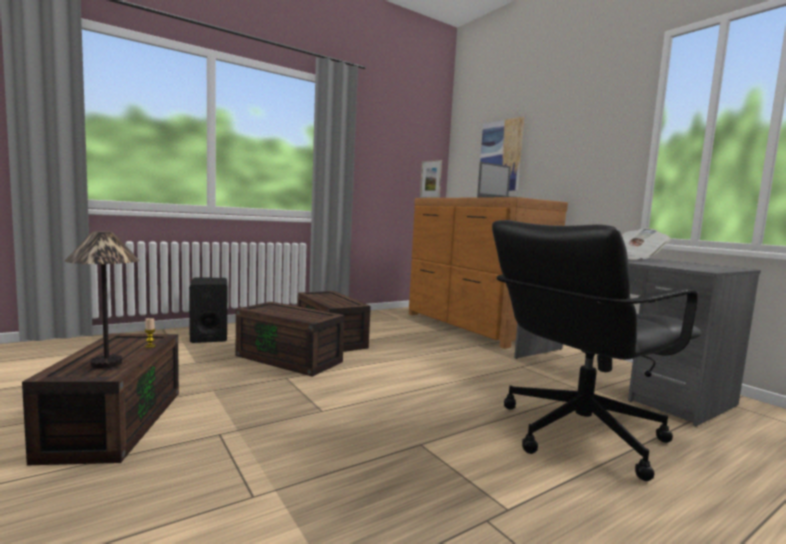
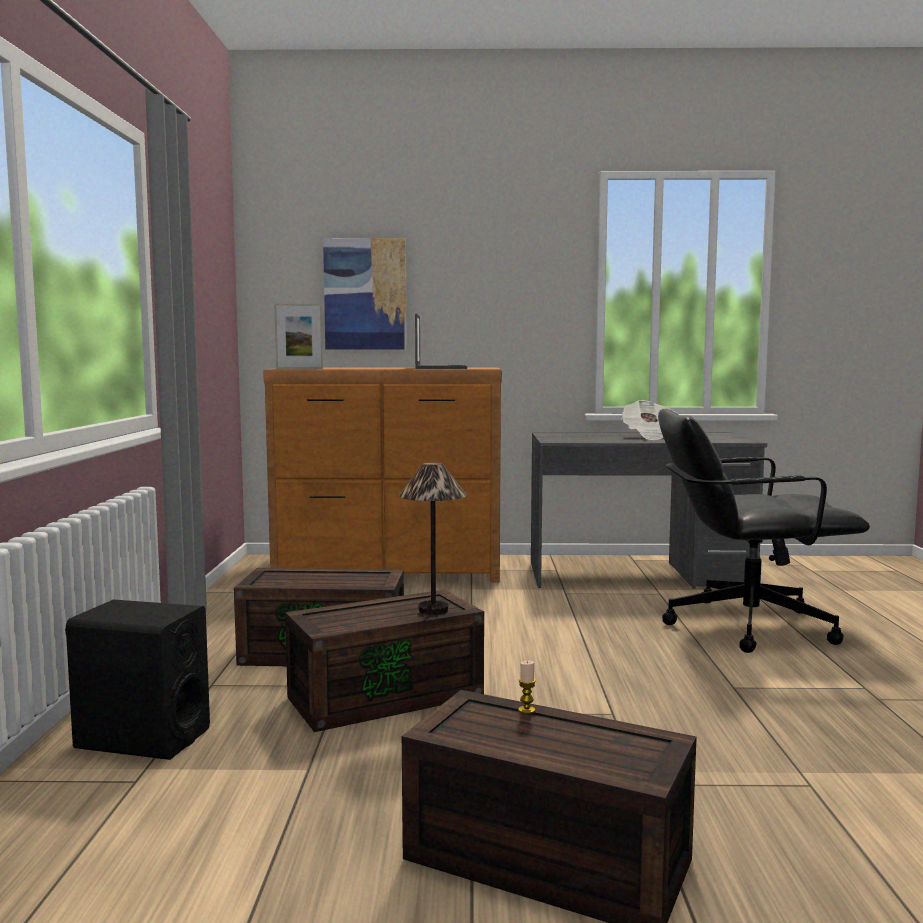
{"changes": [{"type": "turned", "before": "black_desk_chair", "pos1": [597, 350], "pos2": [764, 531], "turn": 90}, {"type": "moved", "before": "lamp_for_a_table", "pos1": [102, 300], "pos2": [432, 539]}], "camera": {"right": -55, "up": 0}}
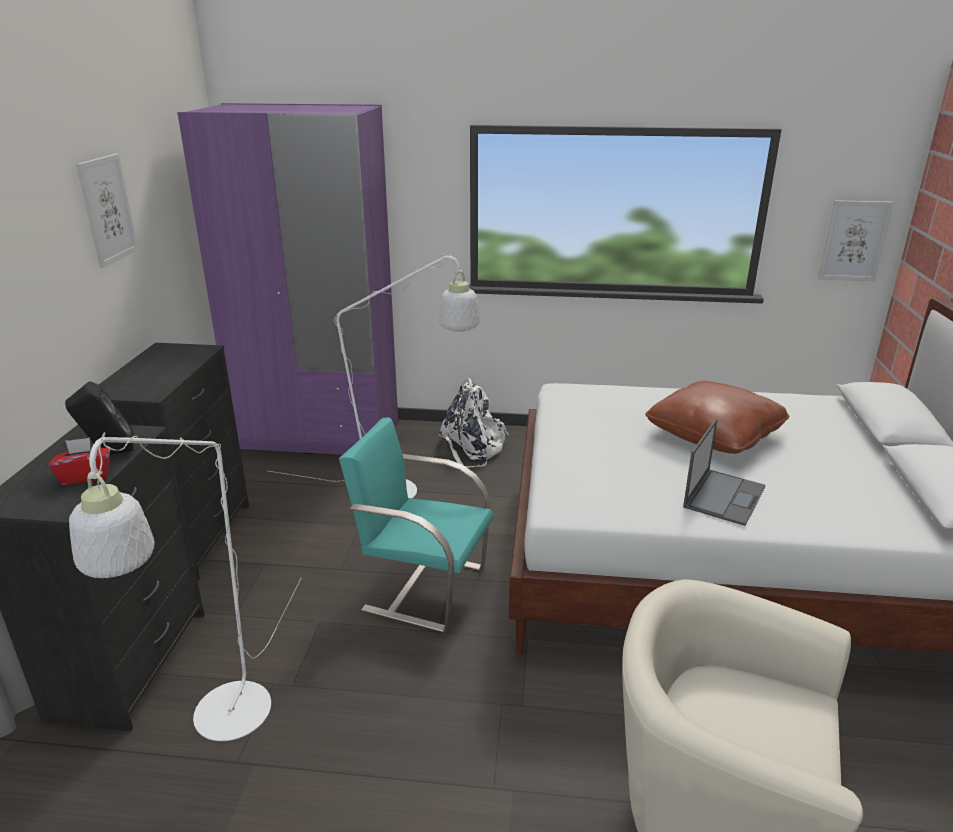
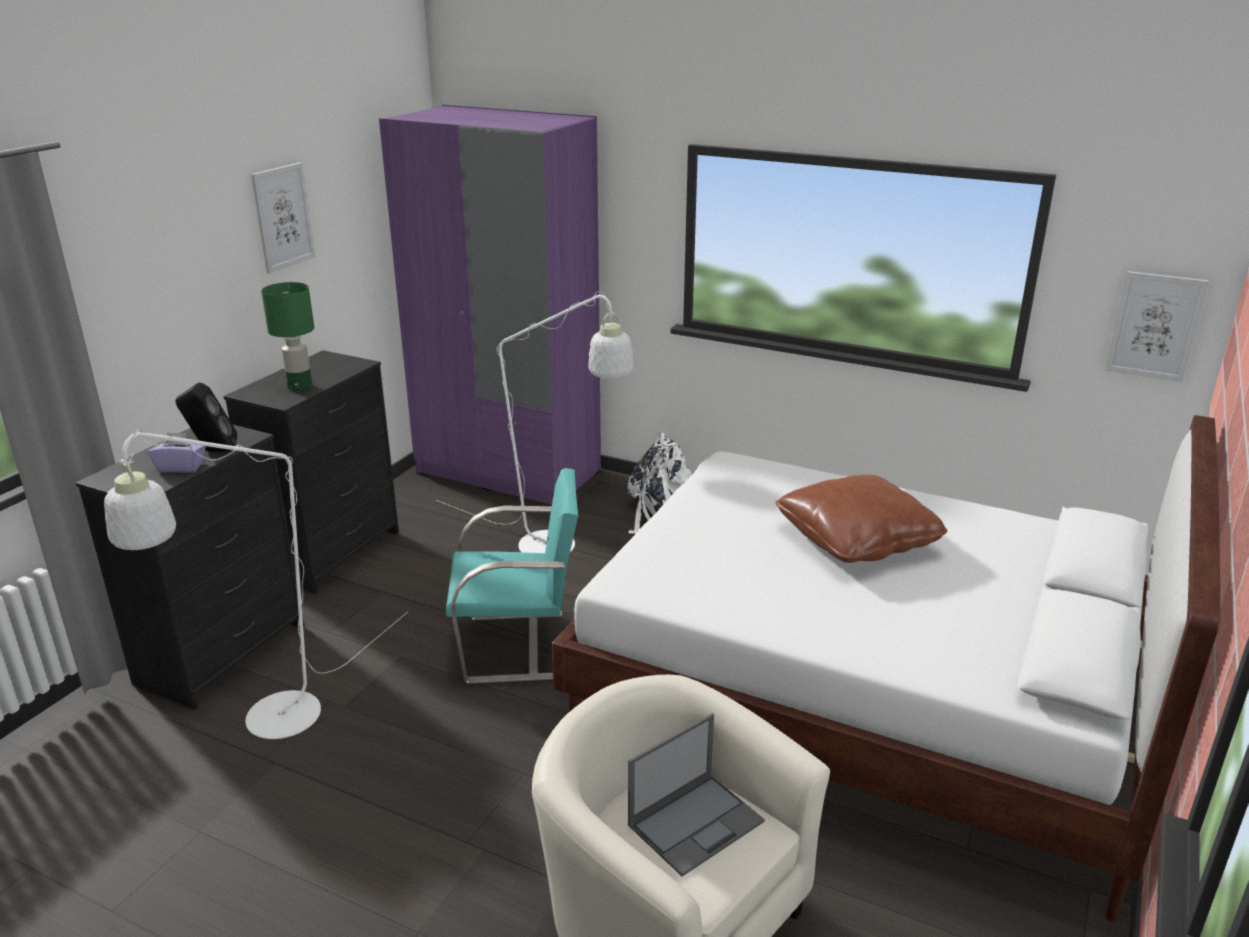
{"changes": [{"type": "turned", "before": "turquoise_chair", "pos1": [416, 525], "pos2": [512, 576], "turn": 135}, {"type": "moved", "before": "portable_computer", "pos1": [724, 472], "pos2": [696, 795]}, {"type": "recoloured", "before": "red_tissue_box", "after": "purplish_tissue_box", "pos1": [80, 461], "pos2": [177, 452]}, {"type": "added", "after": "green_lamp_for_a_table", "pos2": [287, 336]}], "camera": {"right": 20, "up": 0}}
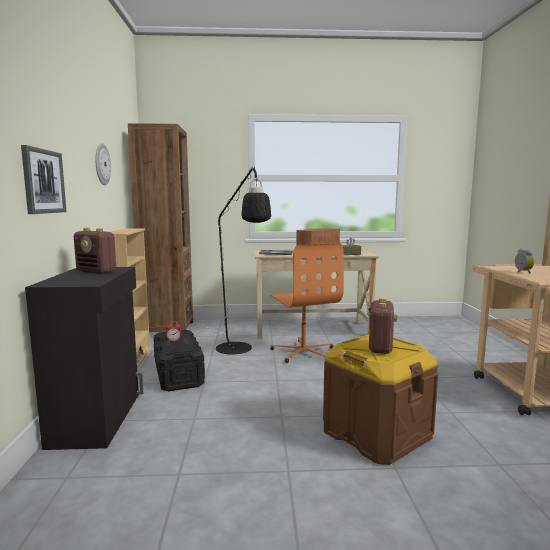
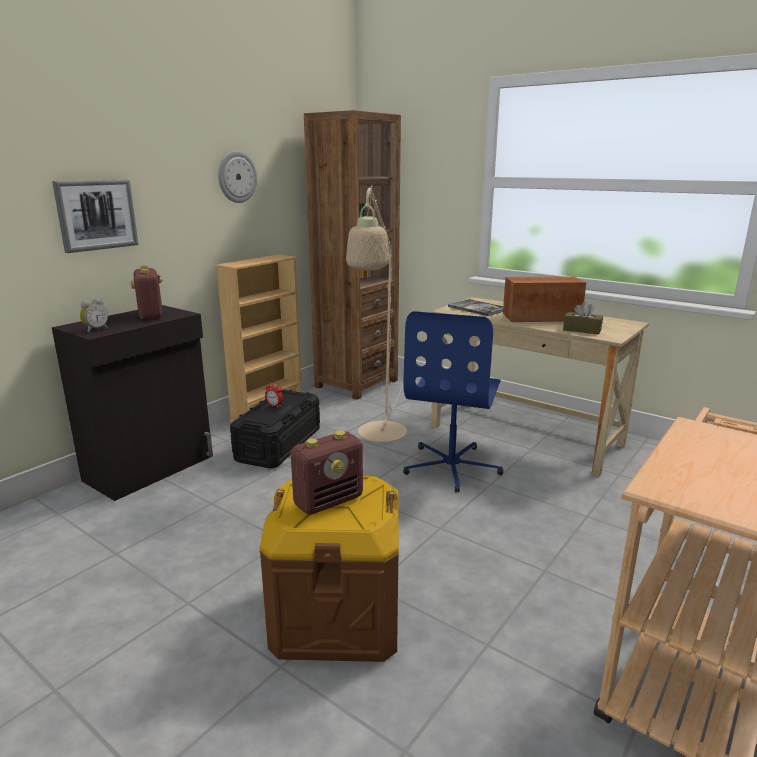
{"changes": [{"type": "recoloured", "before": "black_floor_lamp", "after": "beige-coloured_floor_lamp", "pos1": [236, 260], "pos2": [376, 313]}, {"type": "recoloured", "before": "orange-coloured_desk_chair", "after": "blue-coloured_desk_chair", "pos1": [307, 303], "pos2": [453, 402]}, {"type": "moved", "before": "alarm_clock", "pos1": [524, 261], "pos2": [94, 315]}], "camera": {"right": 40, "up": 10}}
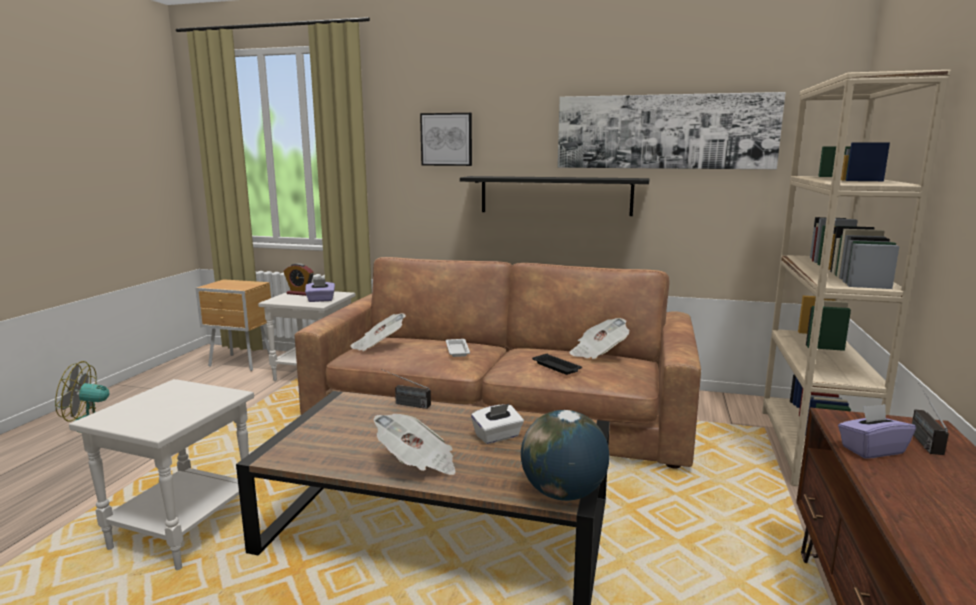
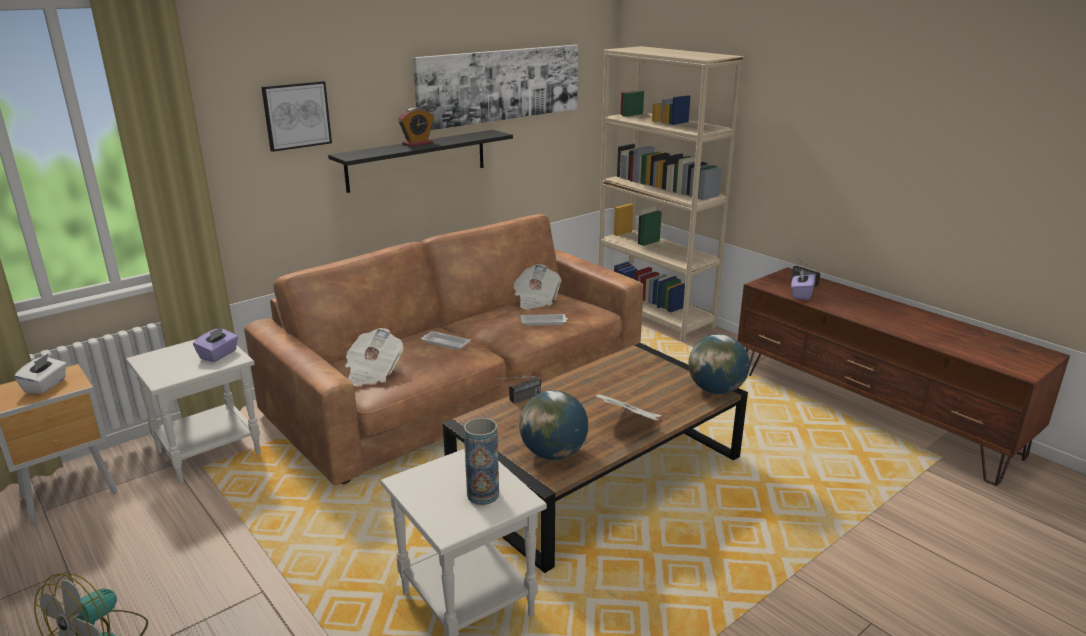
{"changes": [{"type": "moved", "before": "alarm_clock", "pos1": [299, 279], "pos2": [416, 127]}, {"type": "recoloured", "before": "black_tray", "after": "whitish_tray", "pos1": [557, 364], "pos2": [544, 320]}, {"type": "moved", "before": "whitish_tissue_box", "pos1": [497, 424], "pos2": [40, 374]}, {"type": "added", "after": "desk_globe", "pos2": [553, 425]}, {"type": "added", "after": "flower_vase", "pos2": [481, 461]}], "camera": {"right": -55, "up": 10}}
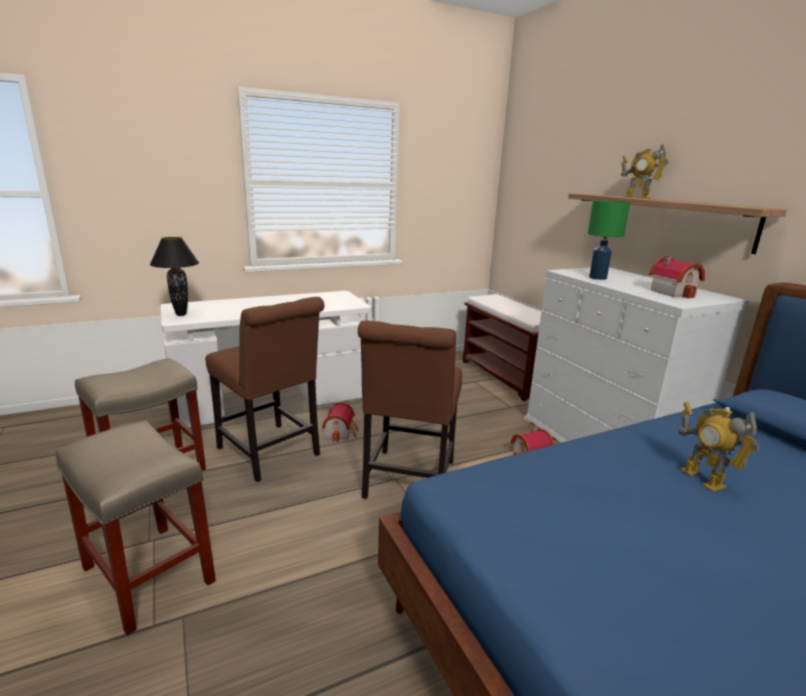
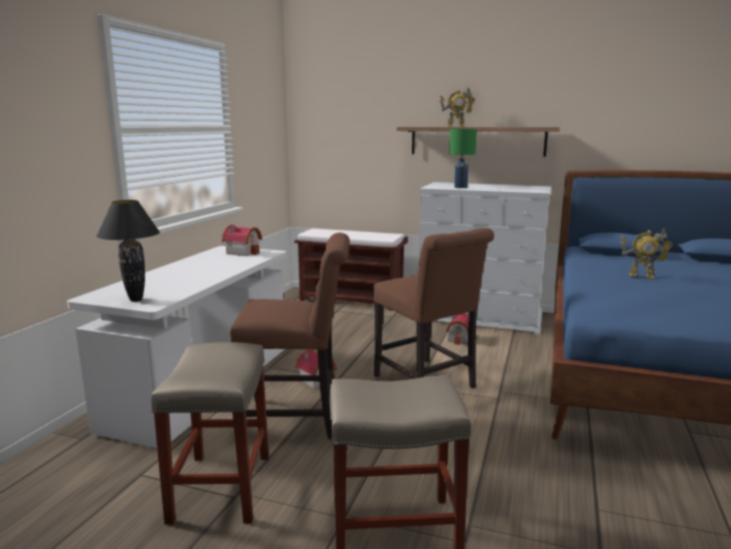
{"changes": [{"type": "moved", "before": "model_house", "pos1": [677, 277], "pos2": [242, 240]}], "camera": {"right": -45, "up": -5}}
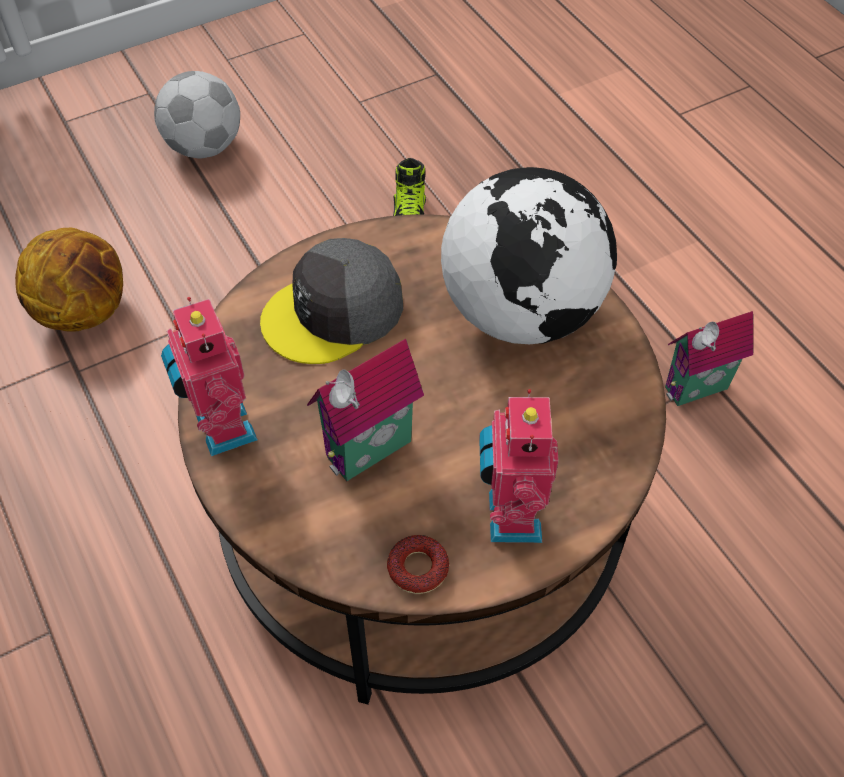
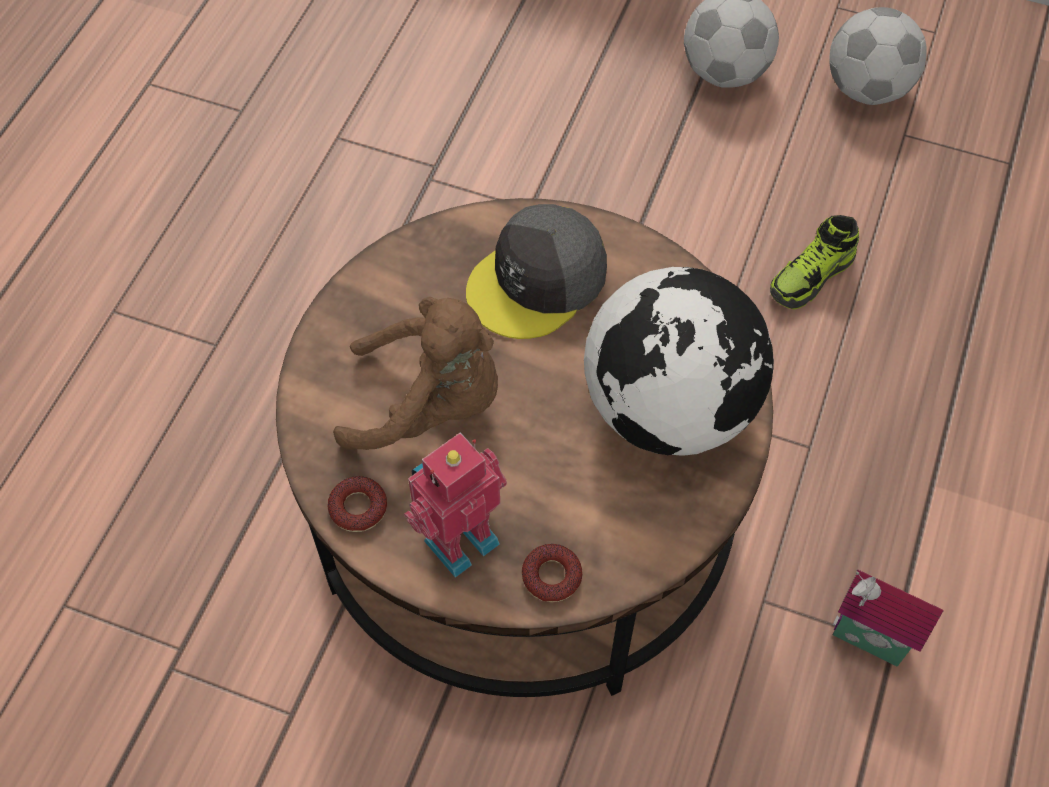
{"changes": [{"type": "removed", "before": "ball_for_basketball", "pos1": [69, 280]}, {"type": "turned", "before": "greyish_cap", "pos1": [331, 301], "pos2": [536, 271], "turn": -60}, {"type": "removed", "before": "robot_figure", "pos1": [209, 376]}, {"type": "replaced", "before": "model_house", "after": "brownish_cuddly_toy", "pos1": [365, 410], "pos2": [415, 373]}, {"type": "added", "after": "football_ball", "pos2": [878, 56]}, {"type": "added", "after": "doughnut", "pos2": [552, 573]}], "camera": {"right": 50, "up": 5}}
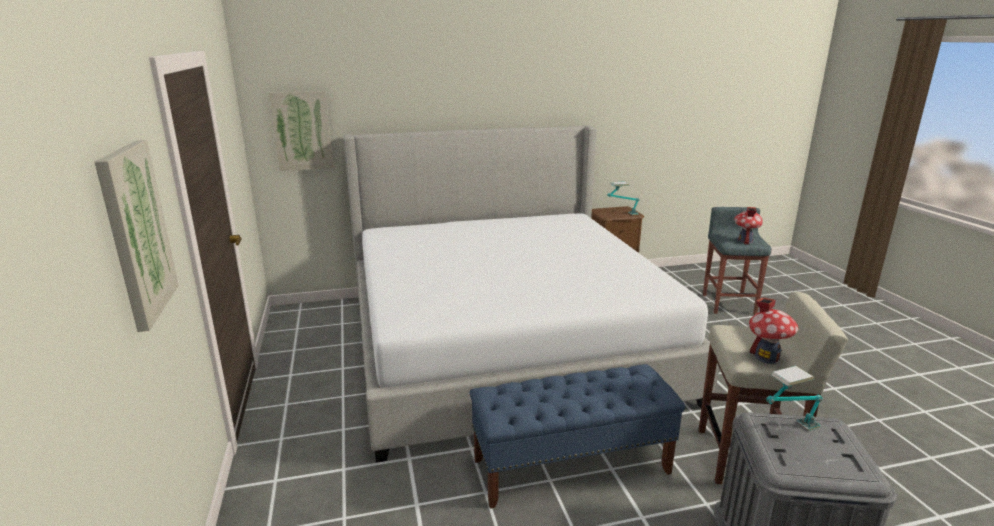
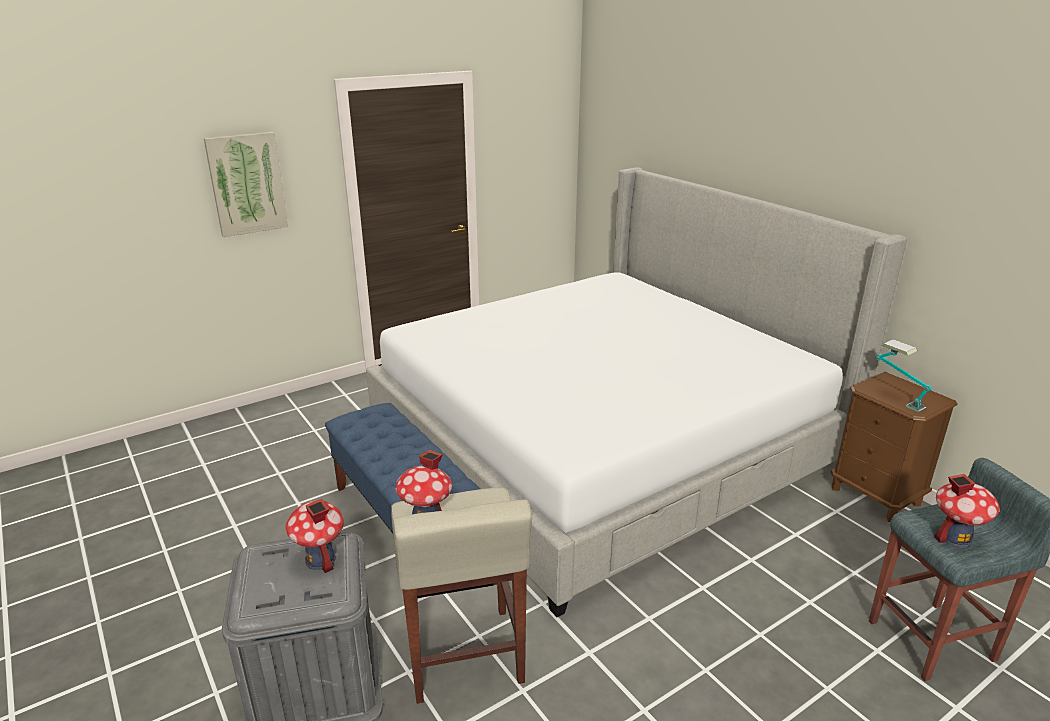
{"changes": [{"type": "removed", "before": "wall_picture", "pos1": [301, 131]}, {"type": "replaced", "before": "lamp_for_a_table", "after": "model_house", "pos1": [794, 398], "pos2": [314, 535]}], "camera": {"right": 70, "up": 5}}
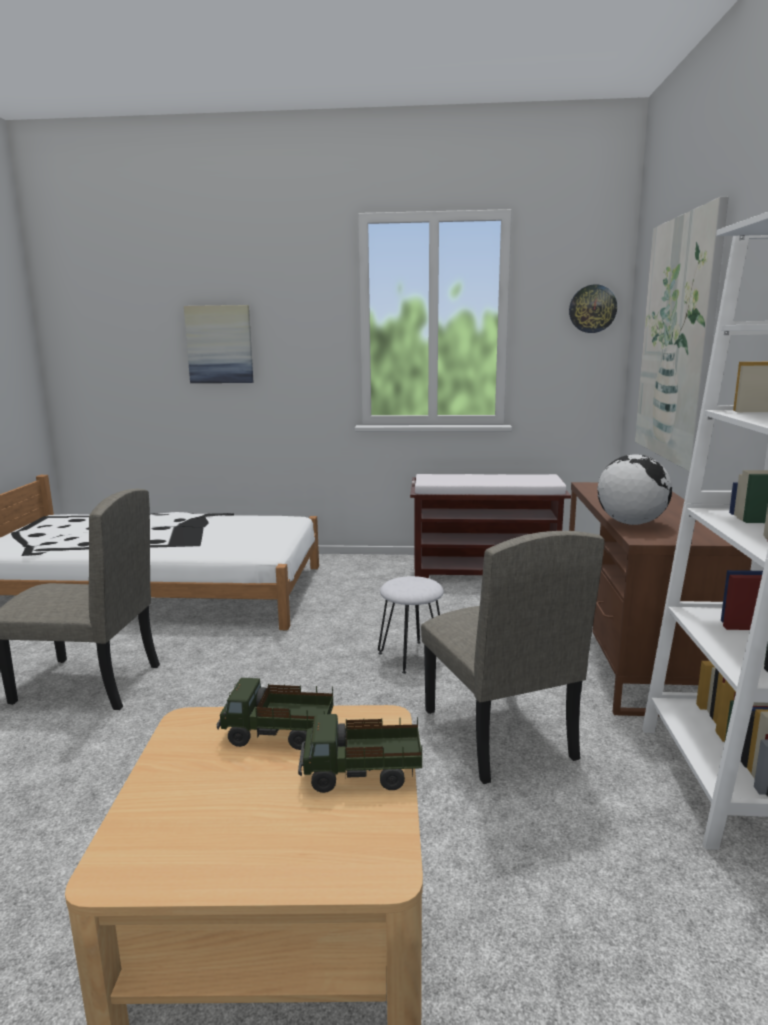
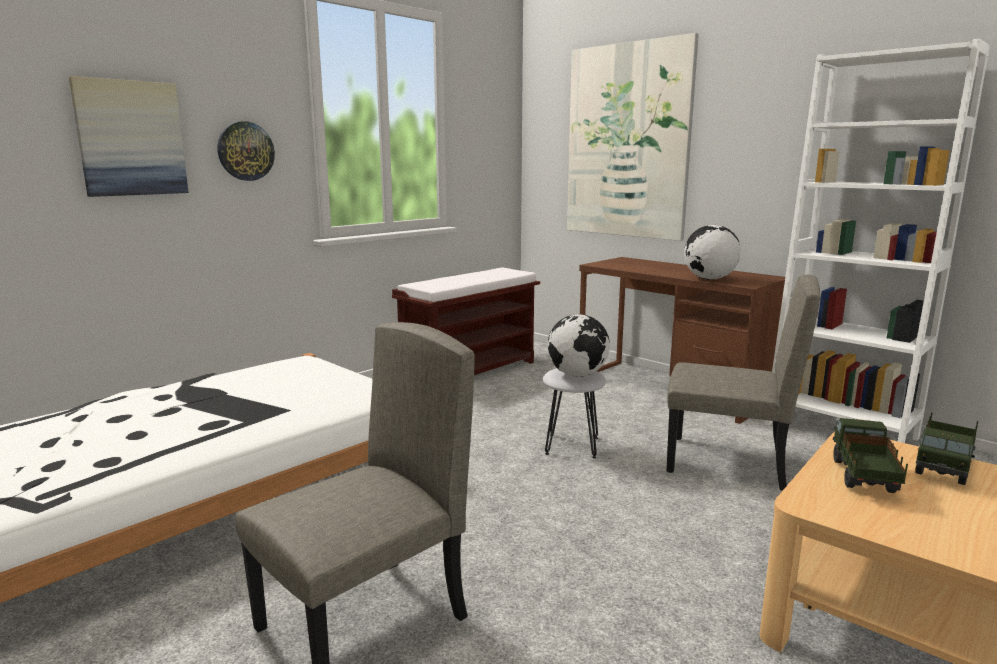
{"changes": [{"type": "moved", "before": "hanging_clock", "pos1": [593, 308], "pos2": [246, 151]}, {"type": "turned", "before": "toy_lorry", "pos1": [275, 714], "pos2": [870, 455], "turn": 150}, {"type": "added", "after": "desk_globe", "pos2": [578, 345]}], "camera": {"right": -50, "up": 0}}
